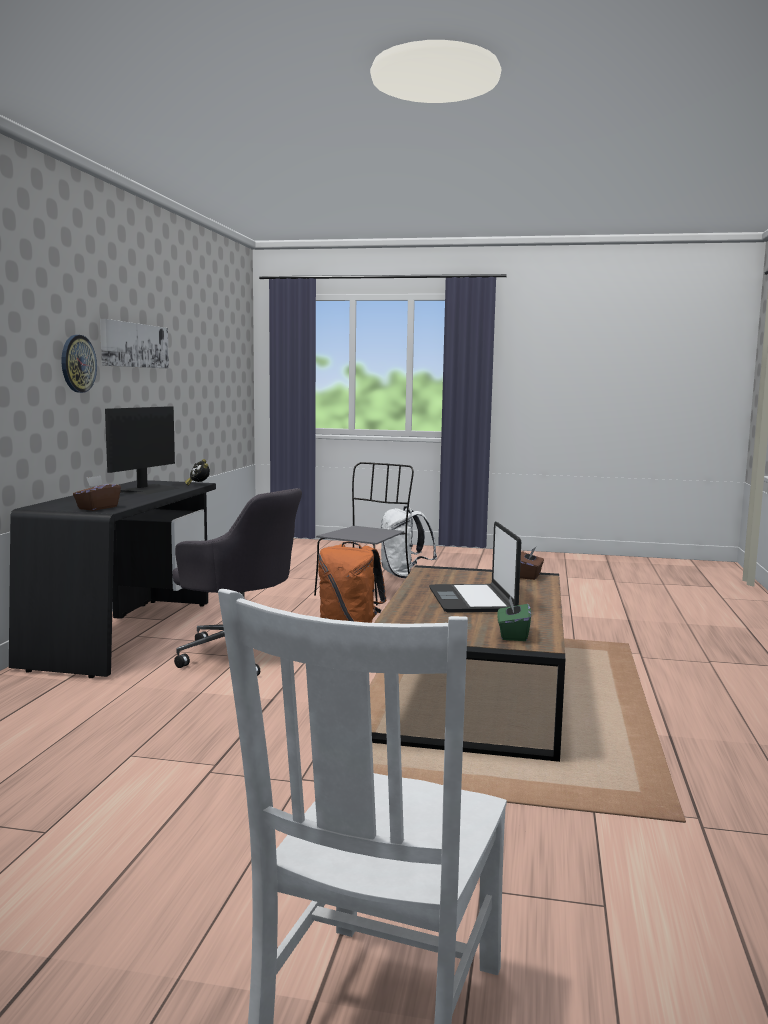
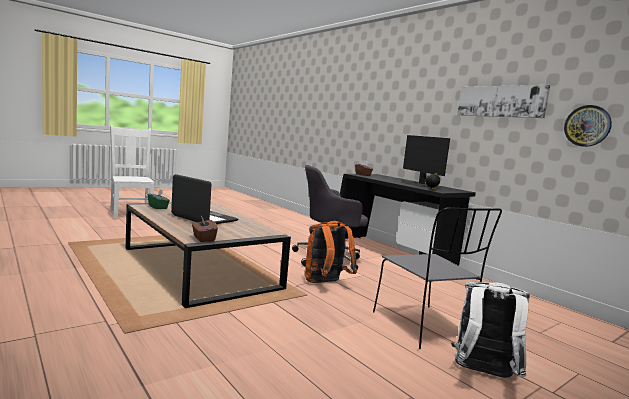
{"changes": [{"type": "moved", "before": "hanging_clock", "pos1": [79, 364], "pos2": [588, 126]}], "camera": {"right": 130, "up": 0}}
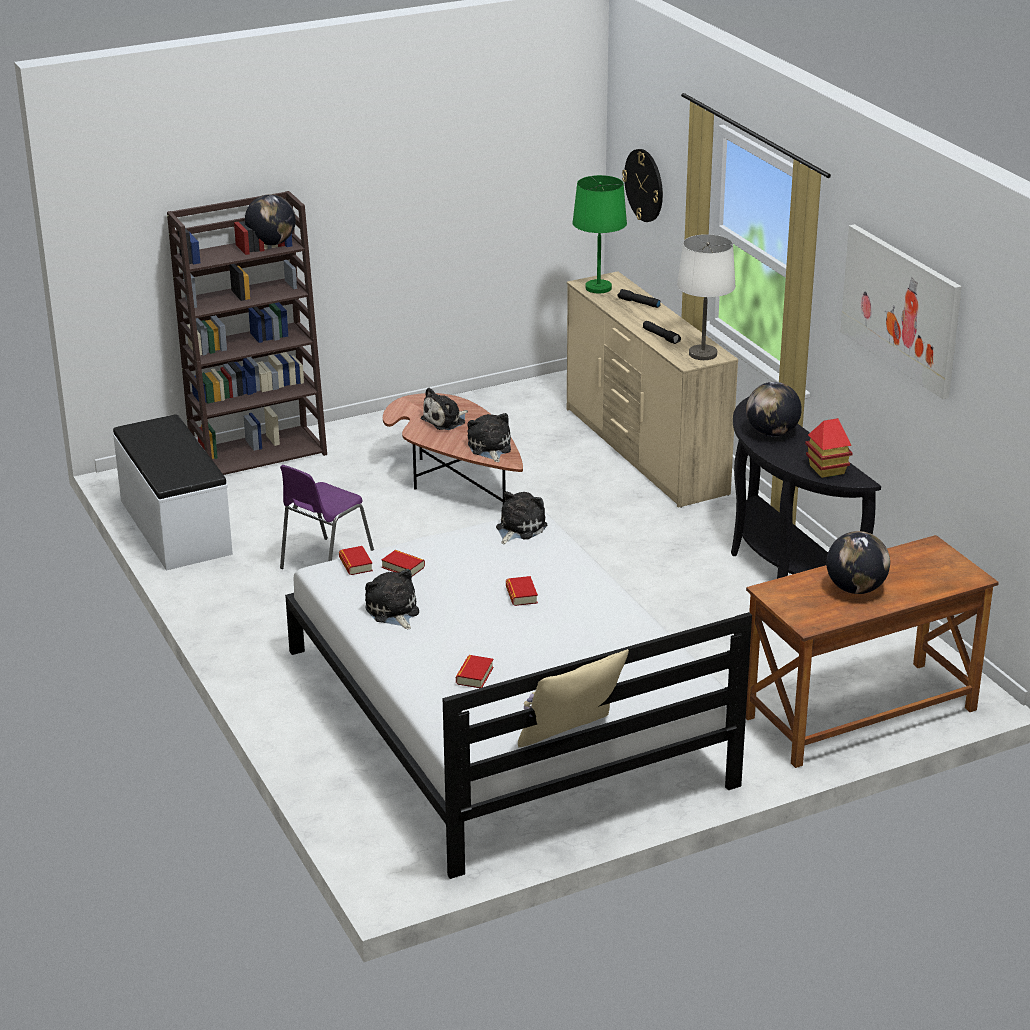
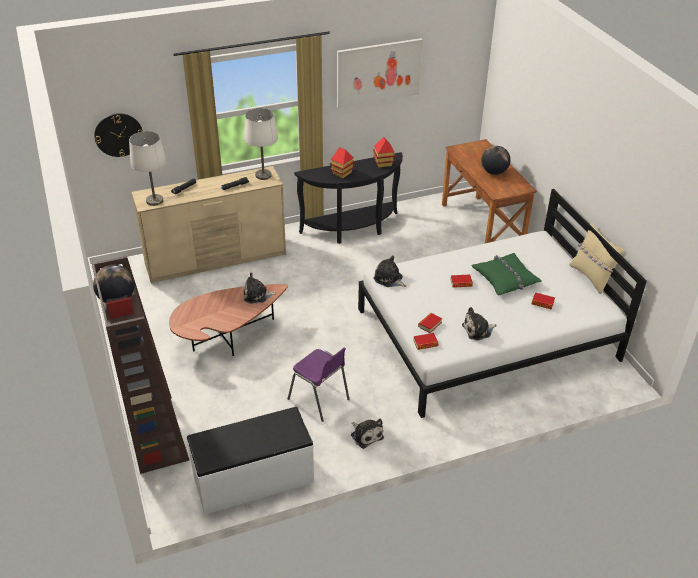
{"changes": [{"type": "recoloured", "before": "green_lamp_for_a_table", "after": "whitish_lamp_for_a_table", "pos1": [599, 234], "pos2": [148, 168]}, {"type": "replaced", "before": "desk_globe", "after": "model_house", "pos1": [774, 409], "pos2": [342, 162]}, {"type": "moved", "before": "cuddly_toy", "pos1": [444, 408], "pos2": [367, 434]}, {"type": "added", "after": "green_cushion", "pos2": [506, 274]}], "camera": {"right": -85, "up": 10}}
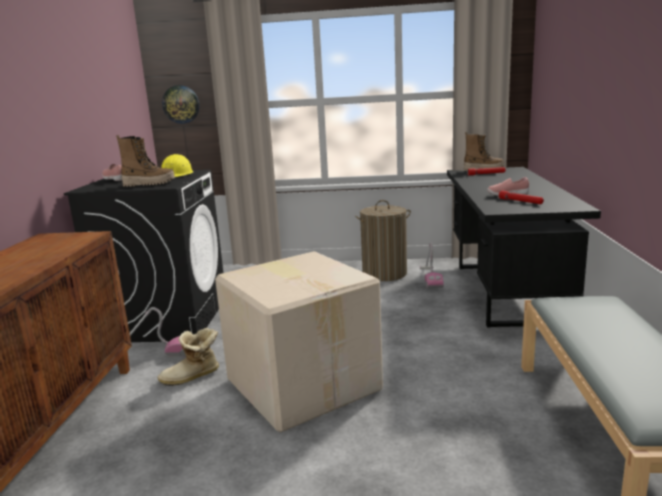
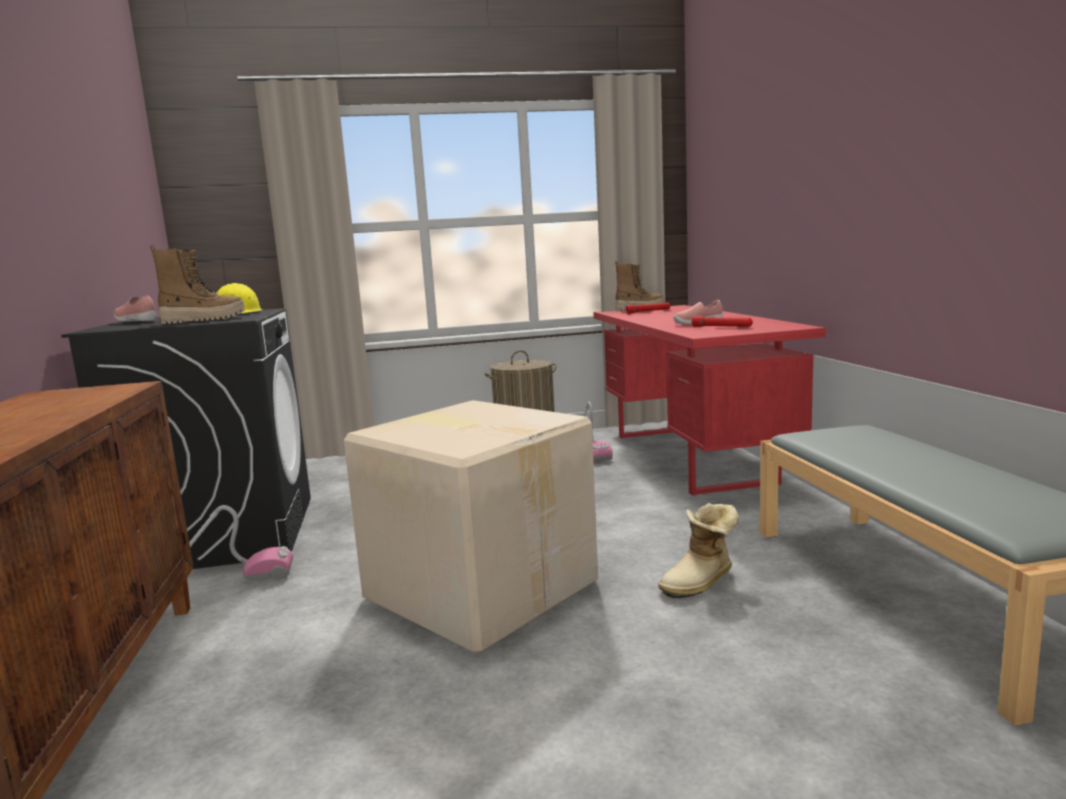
{"changes": [{"type": "removed", "before": "hanging_clock", "pos1": [180, 104]}, {"type": "recoloured", "before": "black_desk", "after": "red_desk", "pos1": [524, 247], "pos2": [709, 400]}, {"type": "moved", "before": "boot", "pos1": [188, 357], "pos2": [698, 550]}], "camera": {"right": -15, "up": -5}}
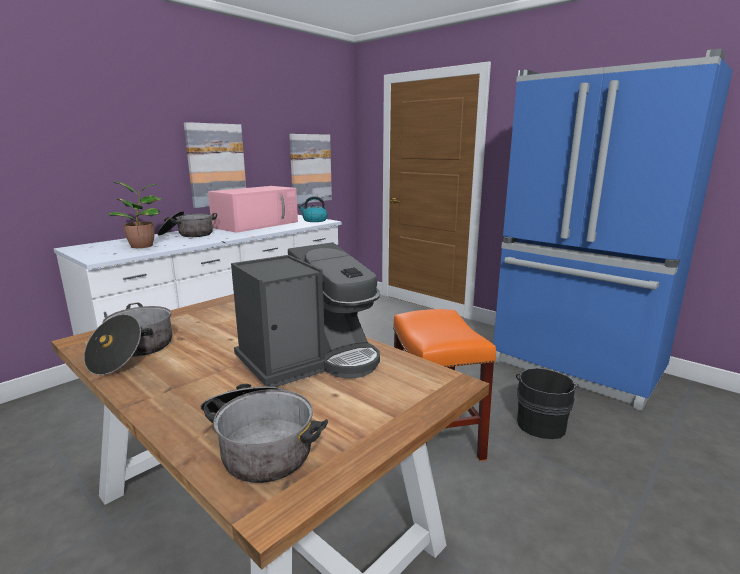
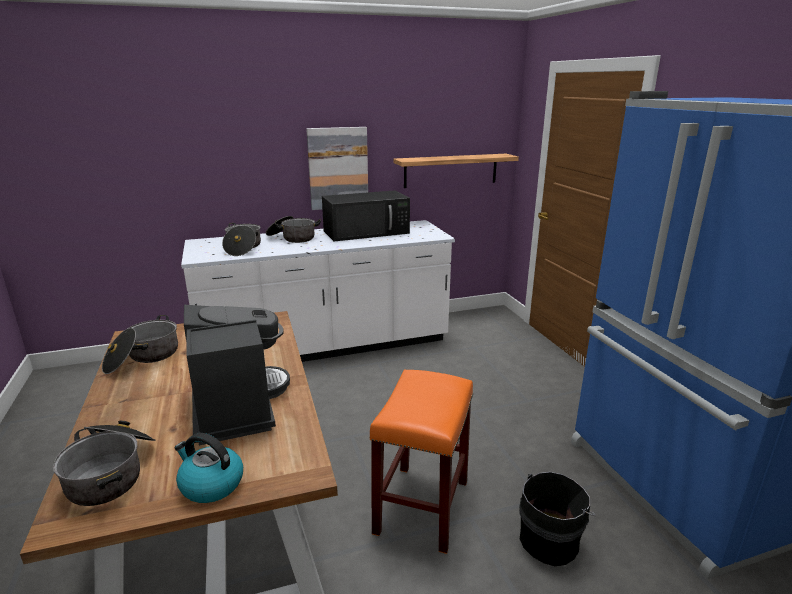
{"changes": [{"type": "replaced", "before": "wall_picture", "after": "bracket_shelf", "pos1": [310, 169], "pos2": [456, 171]}, {"type": "replaced", "before": "houseplant", "after": "saucepot", "pos1": [135, 214], "pos2": [241, 239]}, {"type": "recoloured", "before": "pink_microwave", "after": "black_microwave", "pos1": [253, 209], "pos2": [366, 215]}, {"type": "moved", "before": "tea_kettle", "pos1": [313, 209], "pos2": [209, 468]}, {"type": "turned", "before": "coffee_machine", "pos1": [305, 314], "pos2": [237, 375], "turn": -105}], "camera": {"right": 30, "up": 5}}
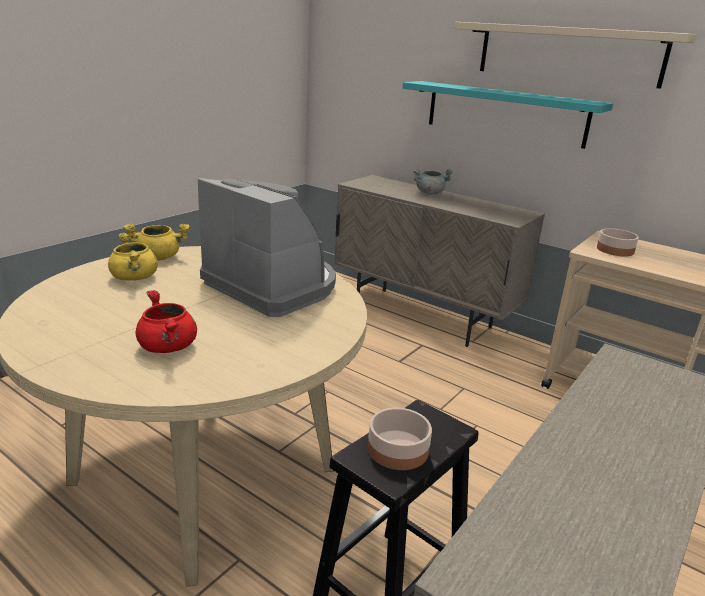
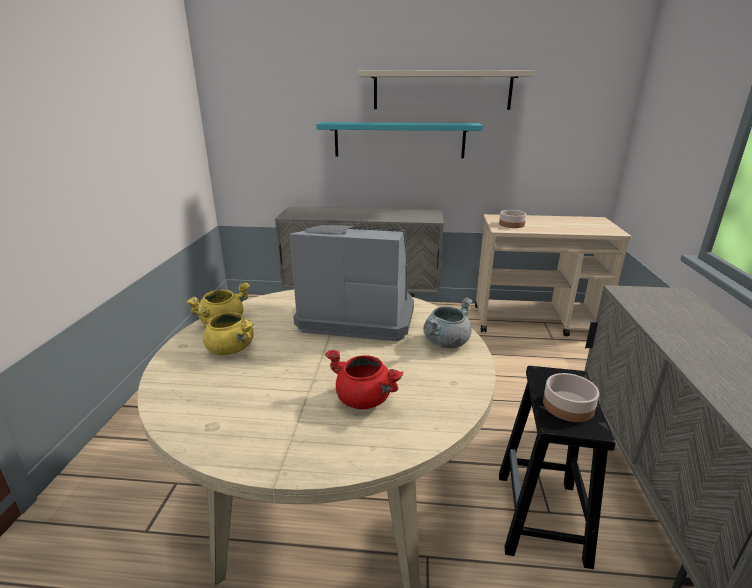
{"changes": [{"type": "moved", "before": "greyish_saucepot", "pos1": [433, 181], "pos2": [447, 322]}], "camera": {"right": -30, "up": 0}}
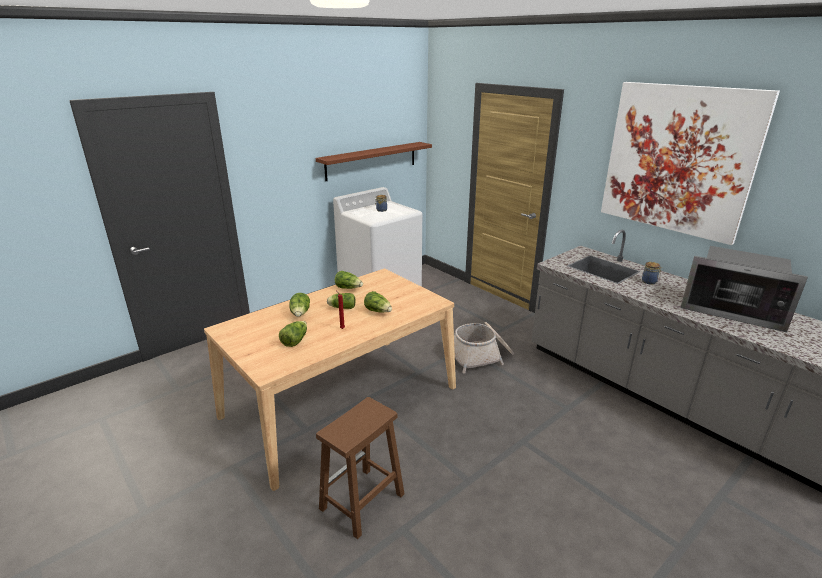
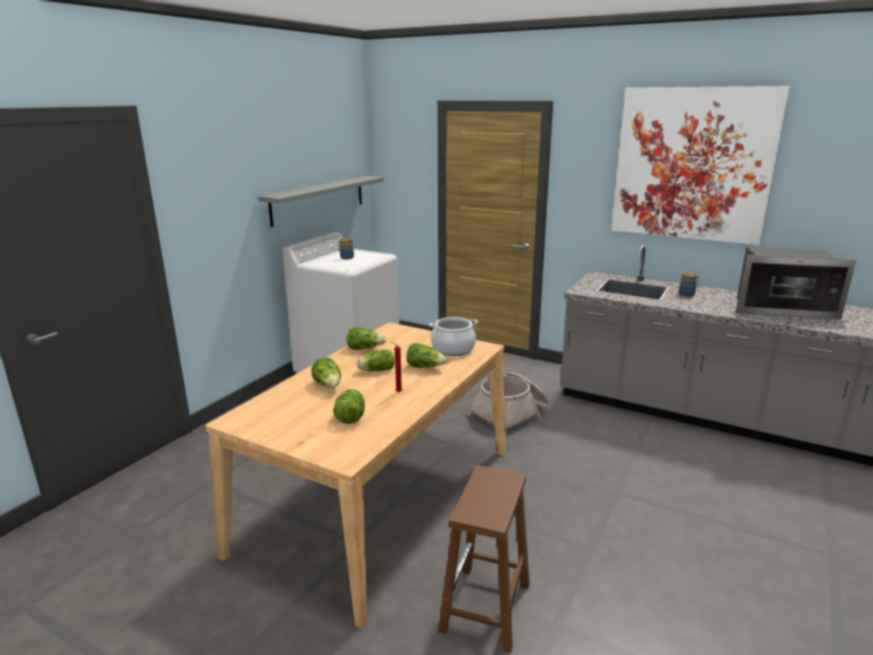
{"changes": [{"type": "recoloured", "before": "brownish_bracket_shelf", "after": "greyish_bracket_shelf", "pos1": [374, 161], "pos2": [321, 201]}, {"type": "added", "after": "saucepot", "pos2": [453, 336]}], "camera": {"right": -20, "up": -5}}
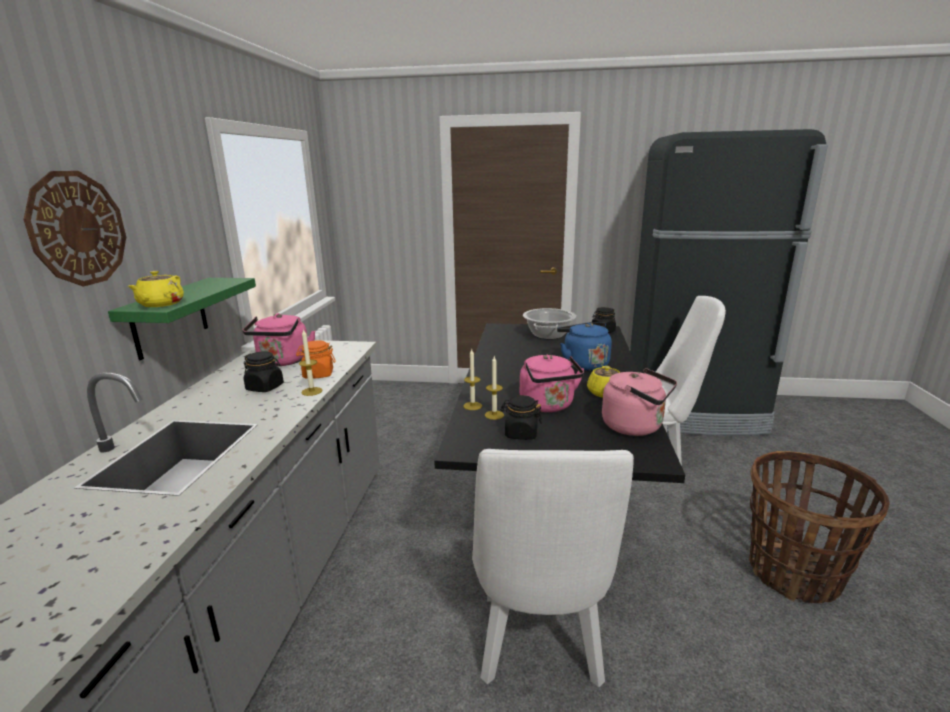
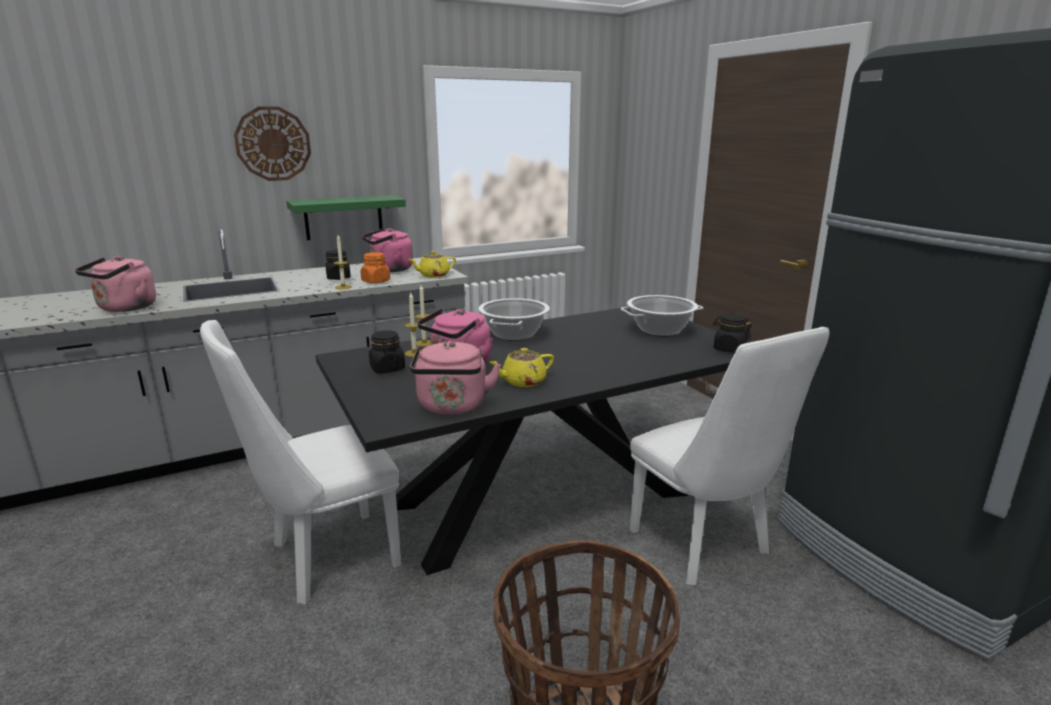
{"changes": [{"type": "moved", "before": "yellow-coloured_tea_pot", "pos1": [156, 289], "pos2": [432, 264]}, {"type": "removed", "before": "blue-coloured_tea_kettle", "pos1": [584, 346]}, {"type": "added", "after": "pink_tea_kettle", "pos2": [115, 284]}, {"type": "added", "after": "saucepot", "pos2": [514, 319]}], "camera": {"right": 55, "up": 0}}
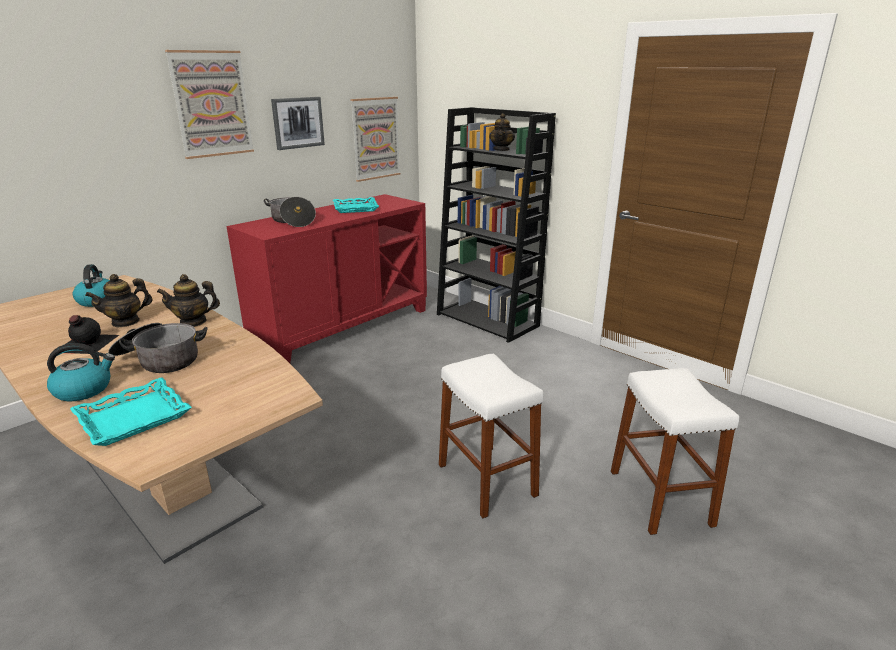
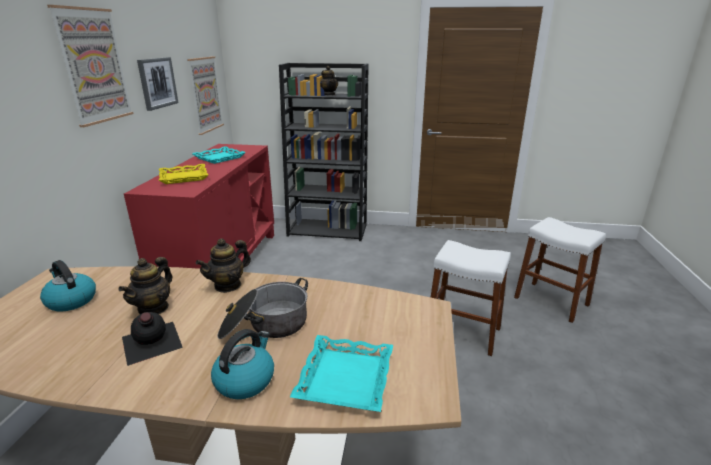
{"changes": [{"type": "replaced", "before": "saucepot", "after": "yellow-coloured_tray", "pos1": [290, 212], "pos2": [183, 174]}], "camera": {"right": -35, "up": 0}}
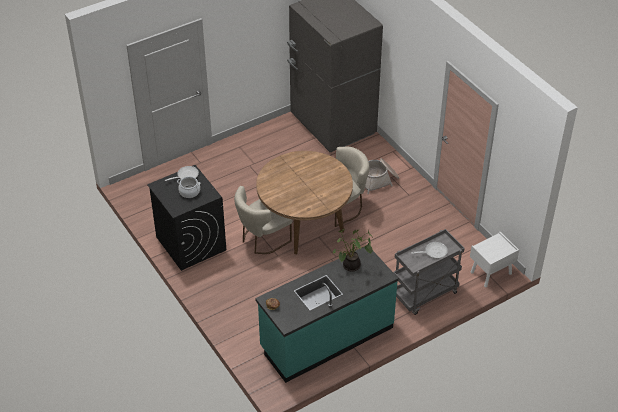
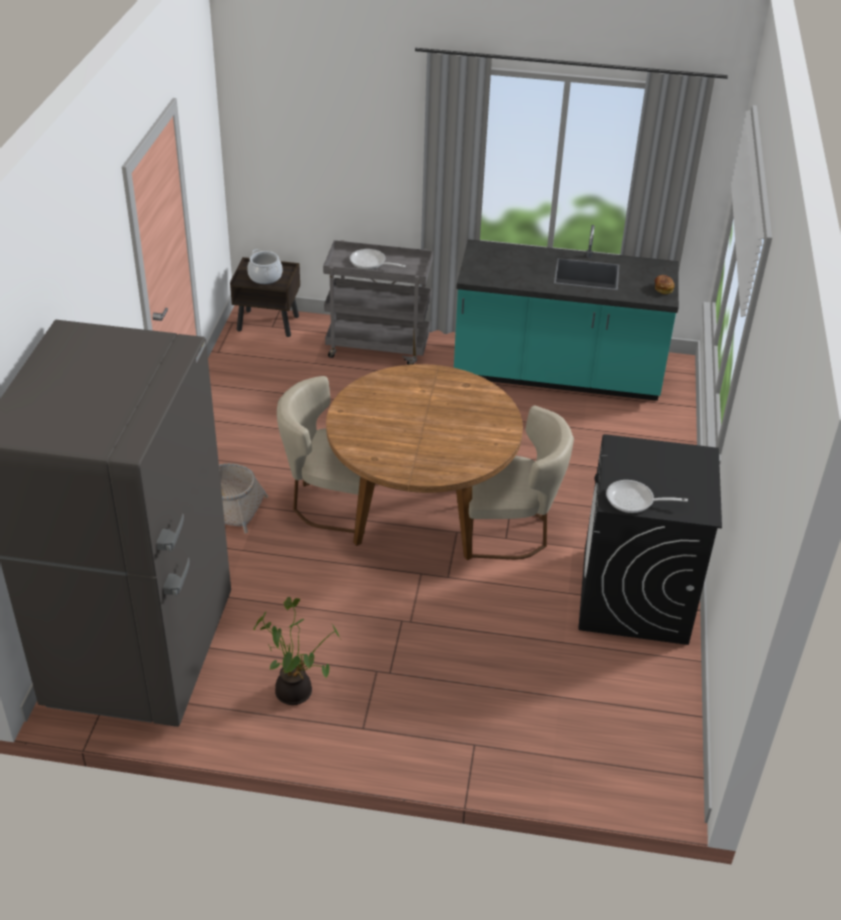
{"changes": [{"type": "moved", "before": "saucepot", "pos1": [188, 187], "pos2": [264, 266]}, {"type": "moved", "before": "houseplant", "pos1": [353, 250], "pos2": [297, 651]}, {"type": "recoloured", "before": "whitish_night_table", "after": "brownish_night_table", "pos1": [494, 259], "pos2": [265, 297]}], "camera": {"right": -140, "up": -5}}
